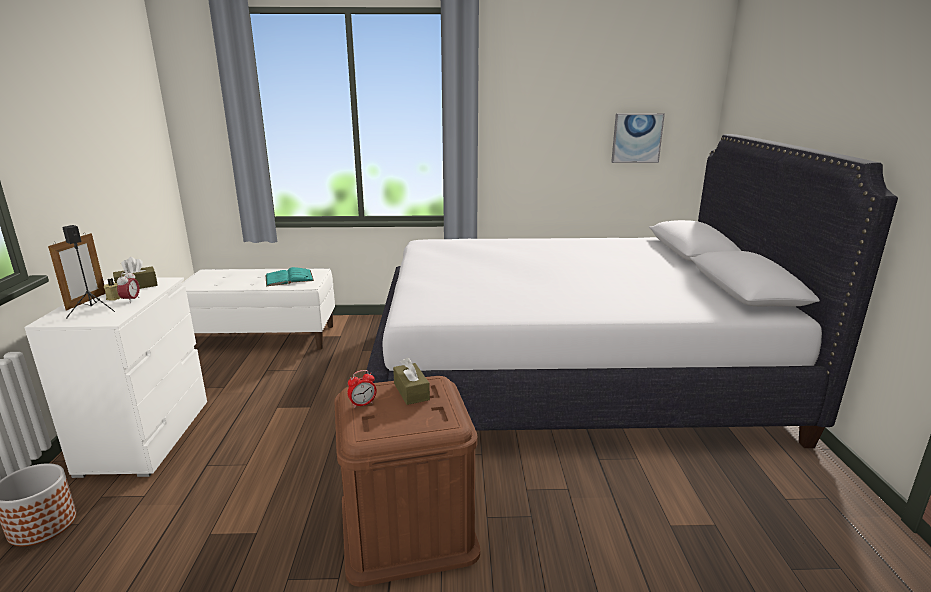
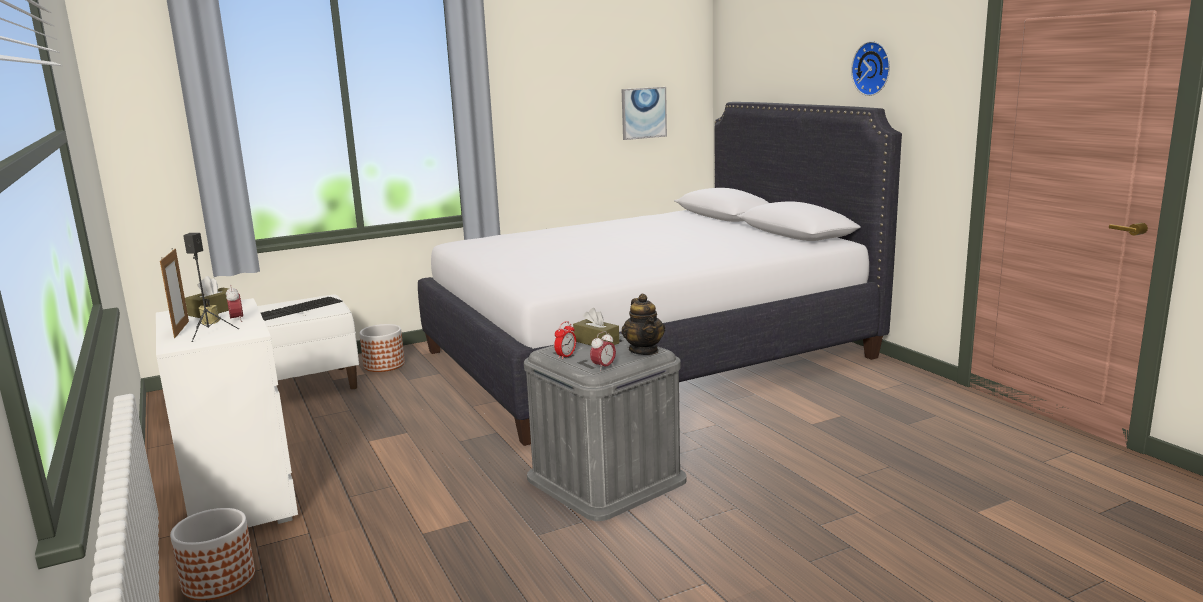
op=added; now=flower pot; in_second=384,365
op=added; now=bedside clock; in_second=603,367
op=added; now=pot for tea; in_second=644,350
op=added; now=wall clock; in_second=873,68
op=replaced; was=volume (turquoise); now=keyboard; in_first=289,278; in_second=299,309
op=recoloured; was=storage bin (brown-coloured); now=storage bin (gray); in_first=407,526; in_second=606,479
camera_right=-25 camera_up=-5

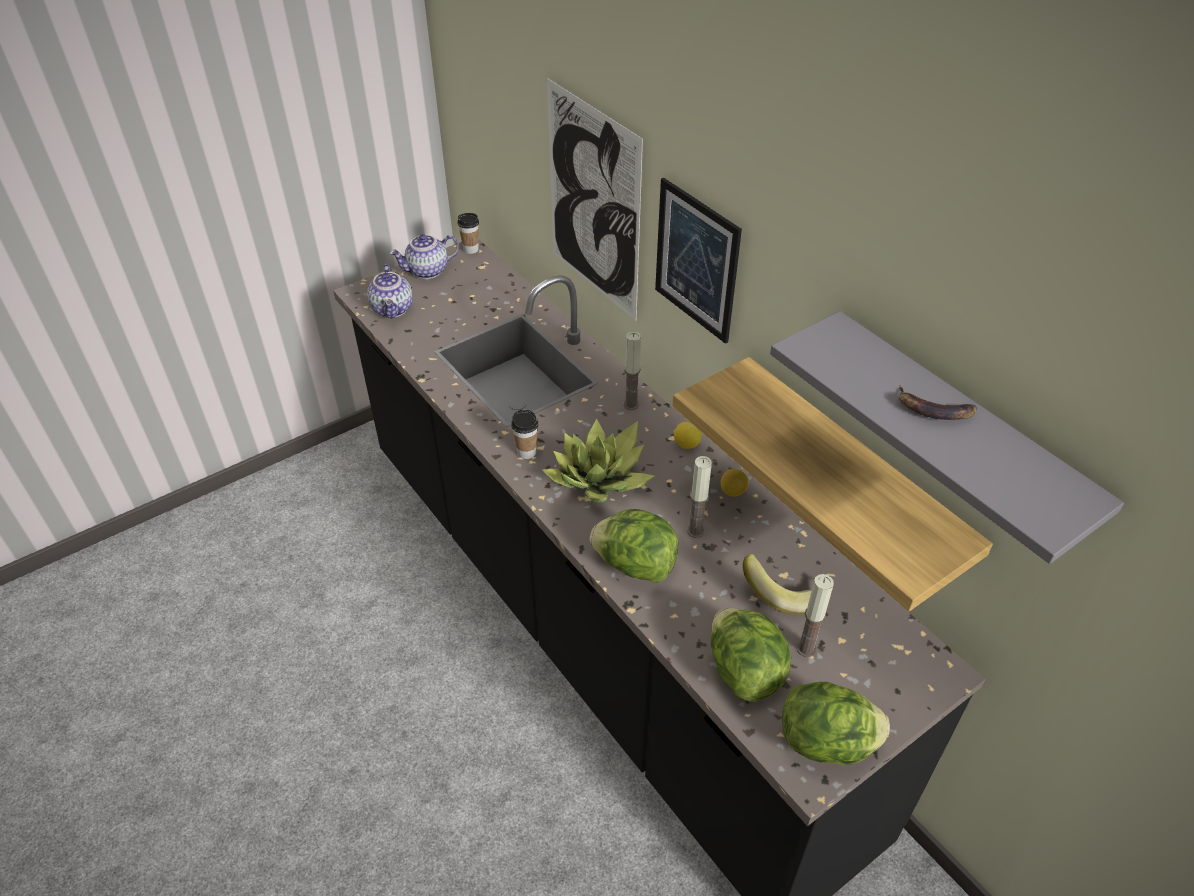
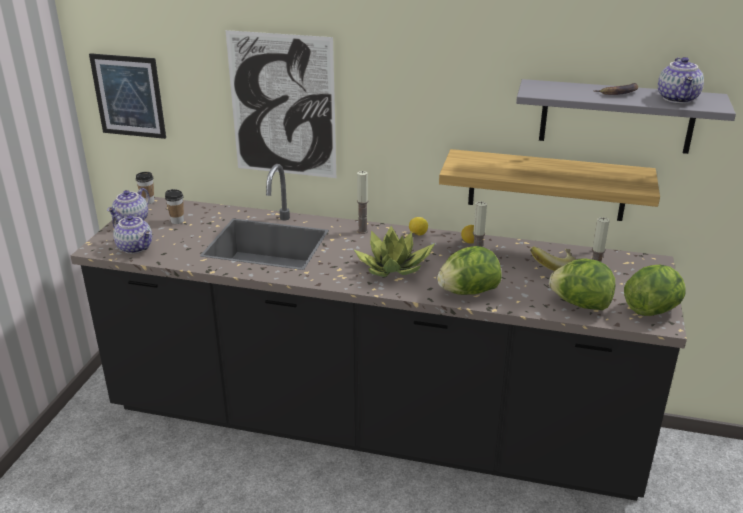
op=added; now=pot for tea; in_second=678,99
op=moved; was=cup; in_first=526,452; in_second=177,221
op=moved; was=wall art; in_first=696,261; in_second=128,96
camera_right=-40 camera_up=-15

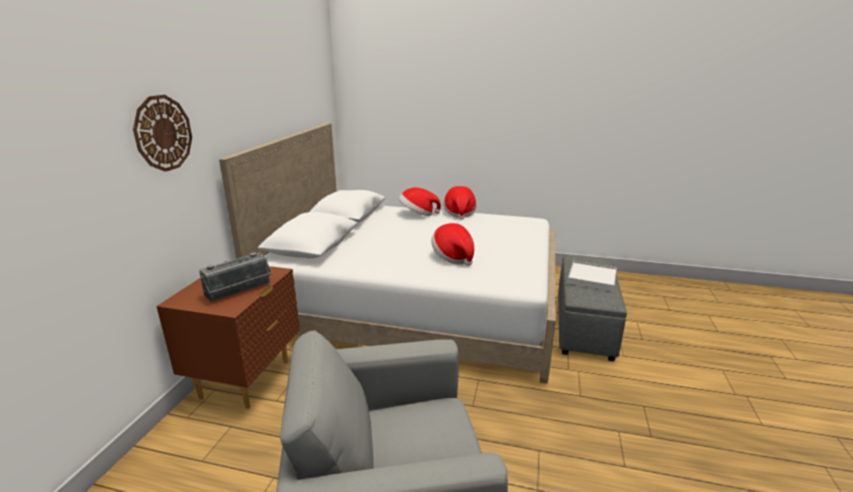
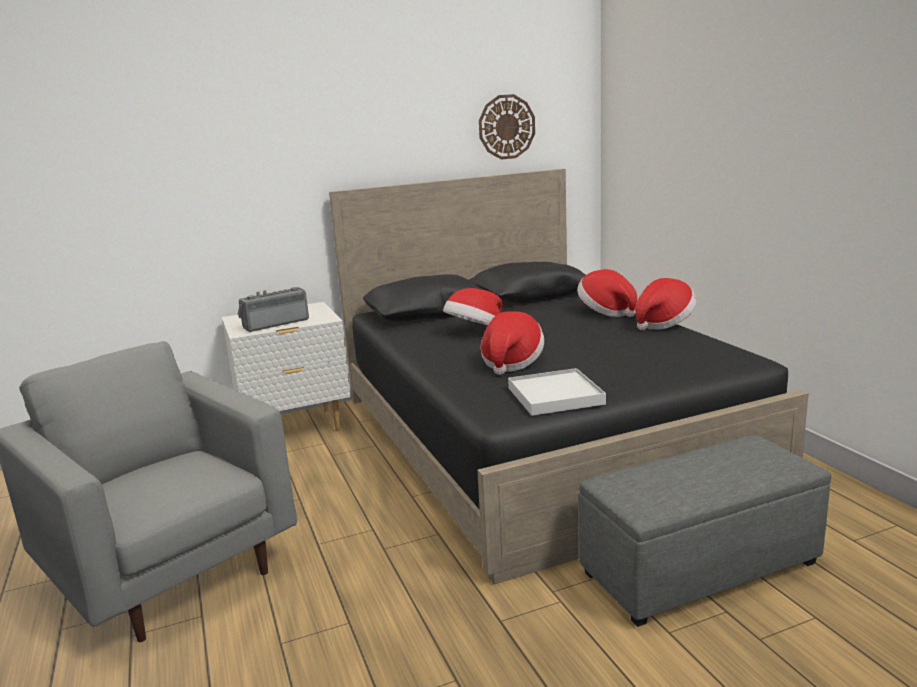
op=added; now=hat; in_second=475,331
op=moved; was=wall clock; in_first=163,133; in_second=506,127
op=moved; was=tray (white-coloured); in_first=592,278; in_second=555,396
op=recoloured; was=night table (brown-coloured); now=night table (white-coloured); in_first=247,379; in_second=295,428
op=recoloured; was=bed (white-coloured); now=bed (blackish); in_first=417,304; in_second=539,438
op=turned; was=radio; in_first=239,291; in_second=275,323; clockwise=135
camera_right=55 camera_up=-5

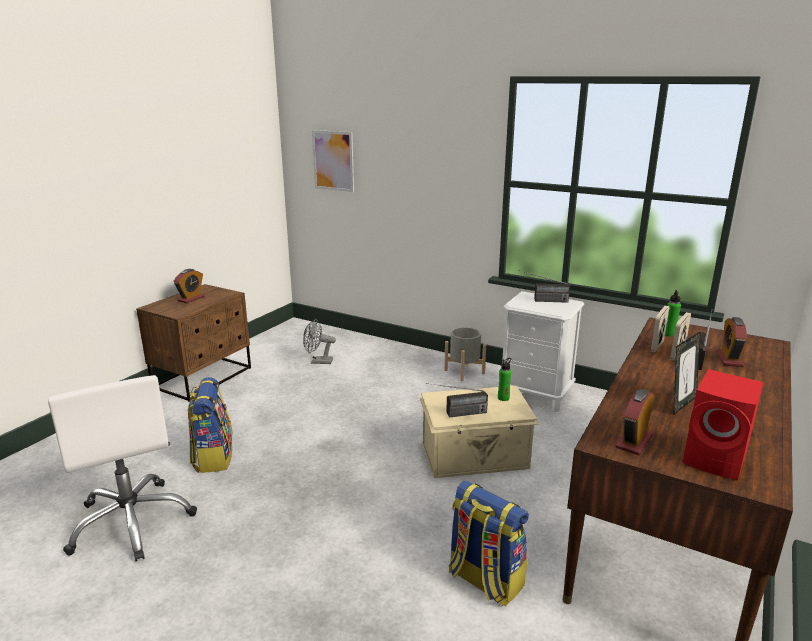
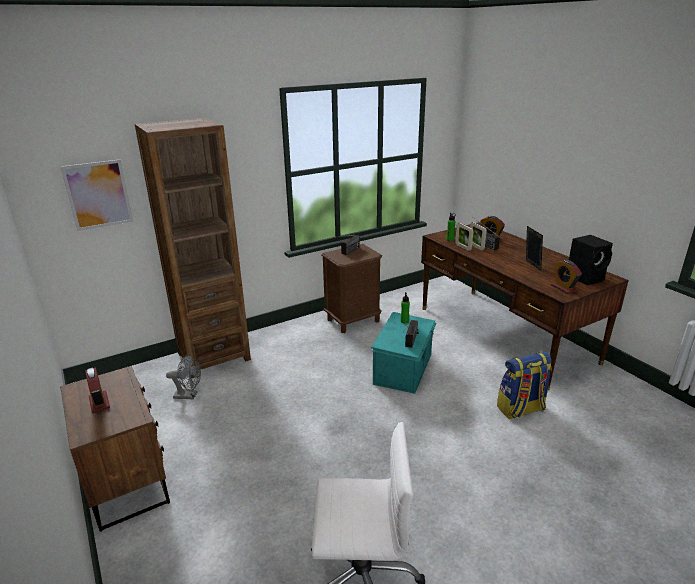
op=removed; was=backpack; in_first=213,457
op=removed; was=flower pot (gray); in_first=464,372
op=added; now=bookshelf (brown-coloured); in_second=214,356
op=recoloured; was=storage bin (sand-coloured); now=storage bin (turquoise); in_first=475,457; in_second=404,369
op=recoloured; was=night table (white-coloured); now=night table (brown-coloured); in_first=536,395; in_second=353,320
op=recoloured; was=loudspeaker (reddish); now=loudspeaker (blackish); in_first=717,460; in_second=586,277
op=turned; was=fan (gray); in_first=318,361; in_second=189,395; clockwise=-120
camera_right=-60 camera_up=5

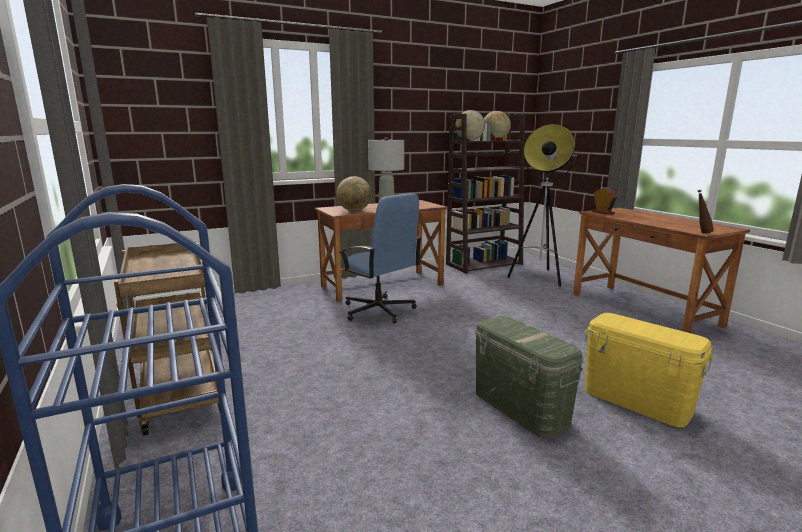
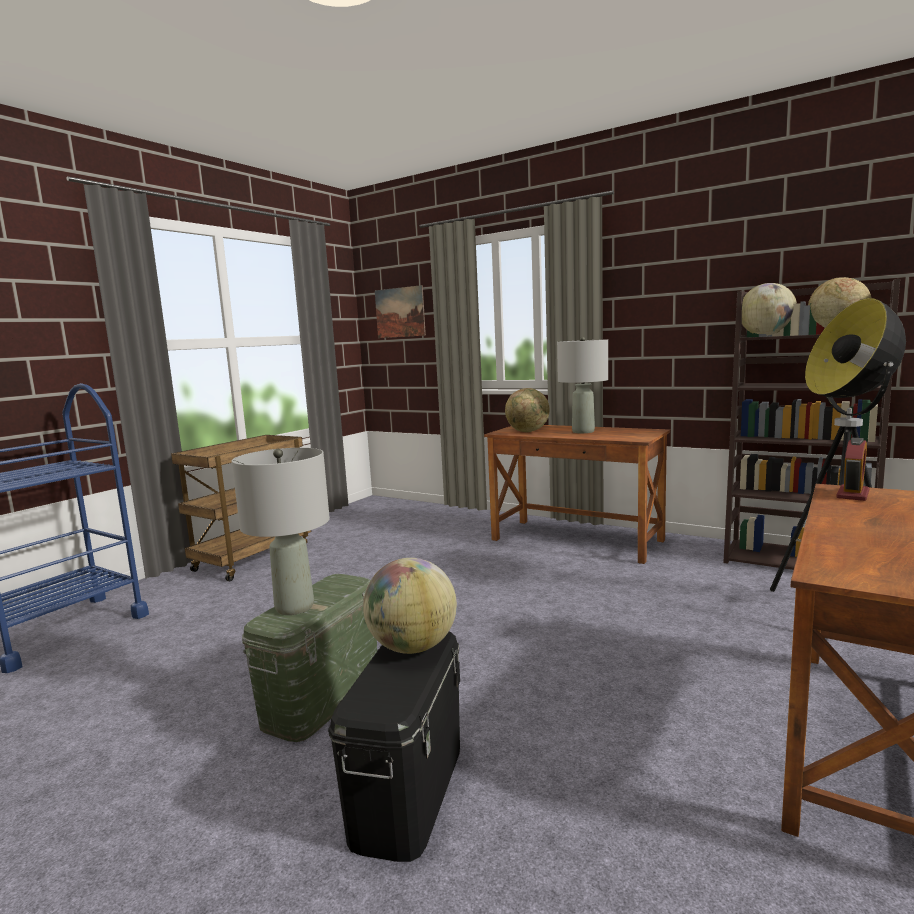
op=removed; was=office chair (blue-coloured); in_first=379,311
op=removed; was=drink bottle (brown-coloured); in_first=701,233
op=added; now=tabletop lamp (gray); in_second=294,607
op=added; now=desk globe; in_second=412,647
op=added; now=wall art; in_second=400,312
op=recoloured; was=storage bin (yellow); now=storage bin (blackish); in_first=636,400; in_second=408,790
camera_right=60 camera_up=-5

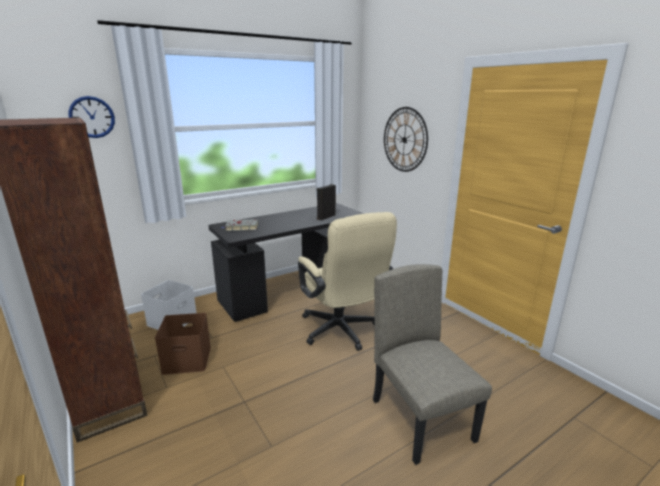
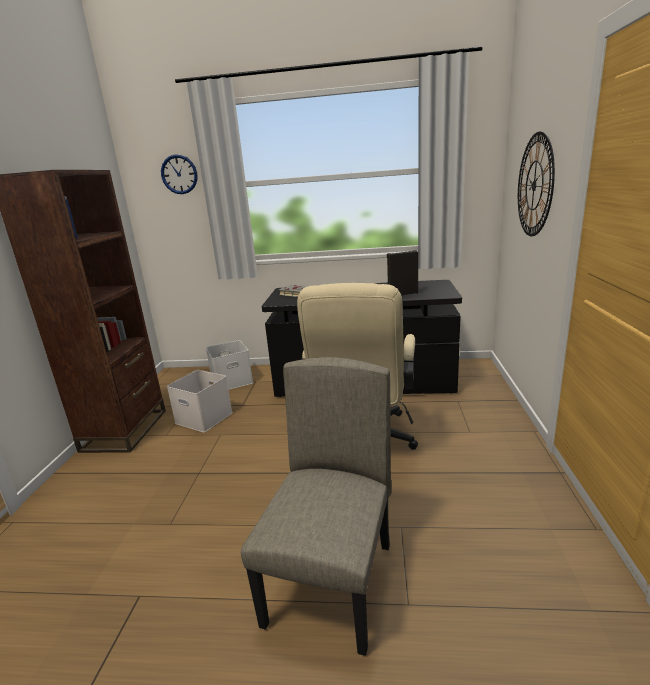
op=recoloured; was=storage bin (brown-coloured); now=storage bin (white-coloured); in_first=188,359; in_second=205,417
camera_right=40 camera_up=0

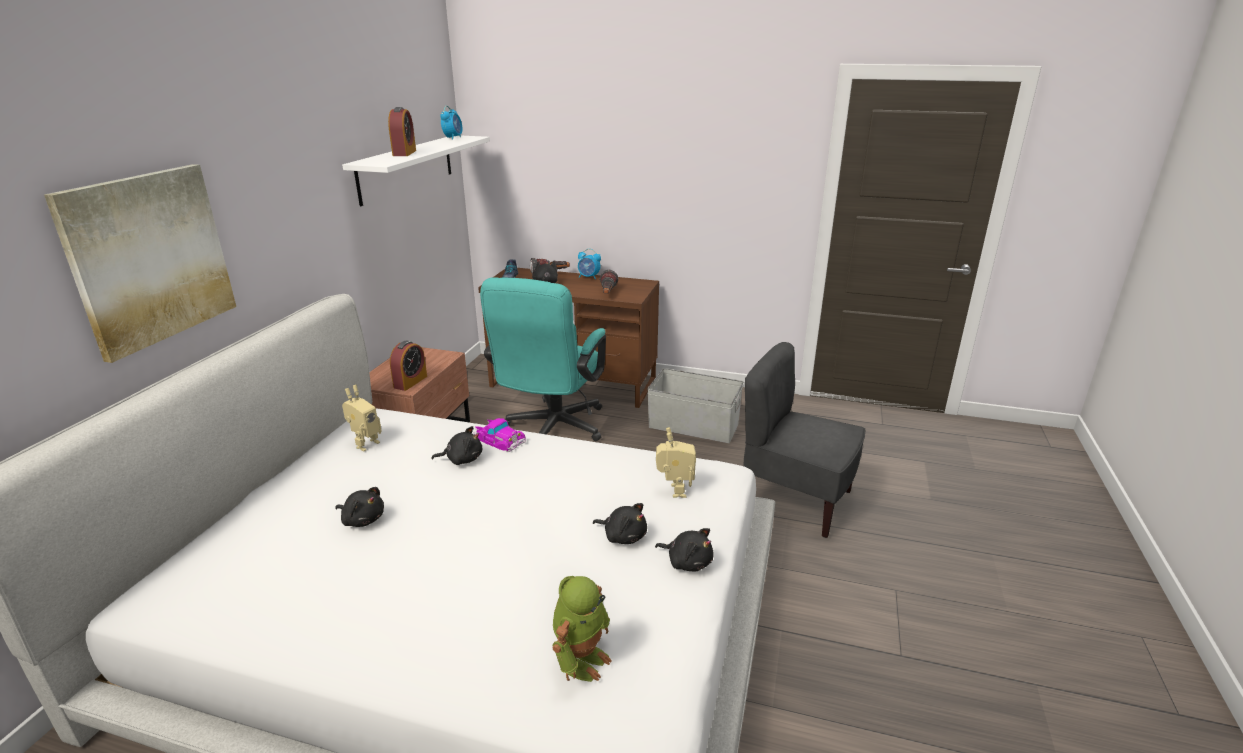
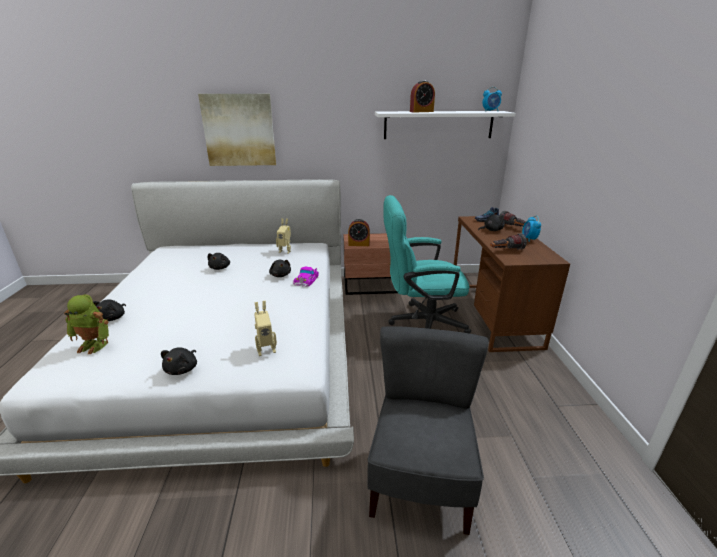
op=removed; was=storage bin (gray); in_first=693,426
op=moved; was=soft toy (blackish); in_first=623,536; in_second=113,318
camera_right=70 camera_up=0

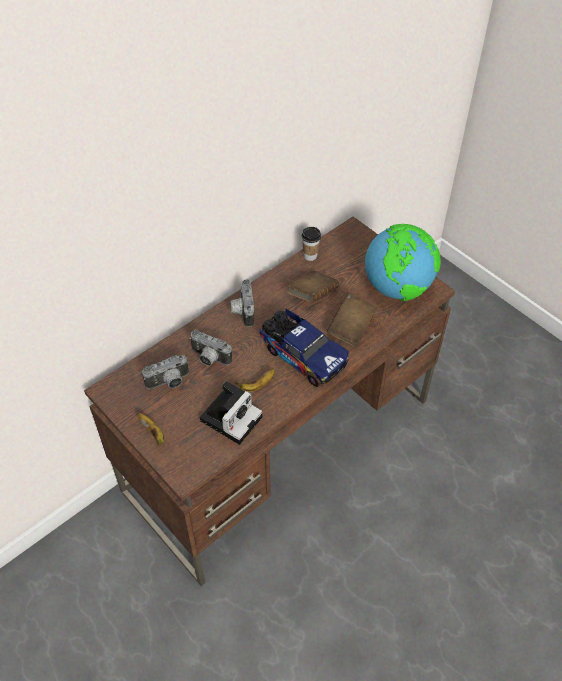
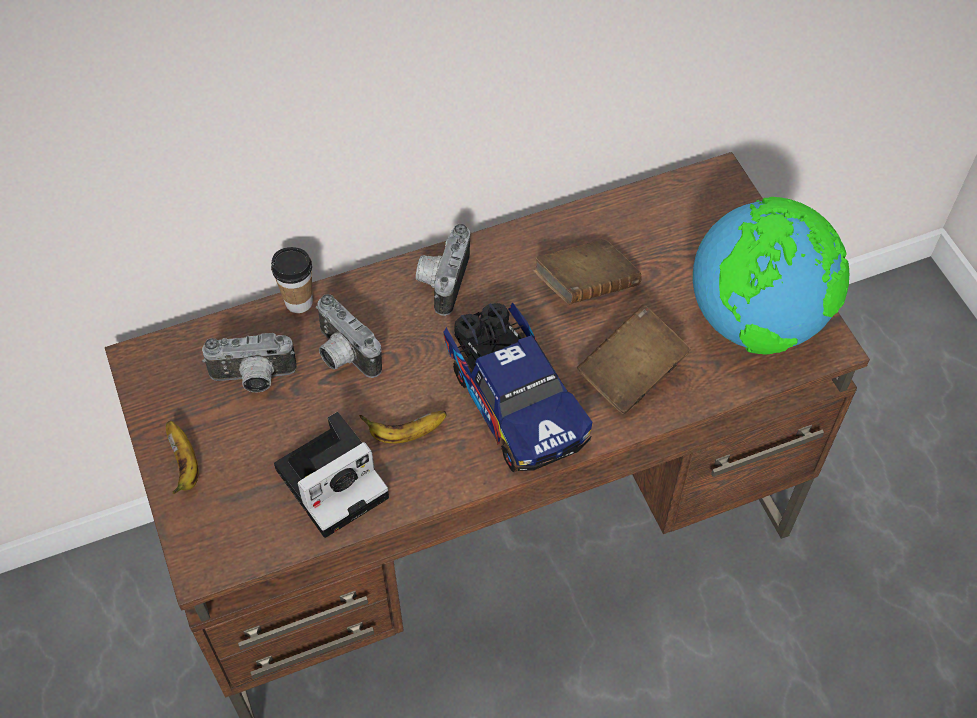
op=moved; was=cup; in_first=310,256; in_second=299,302
camera_right=20 camera_up=5

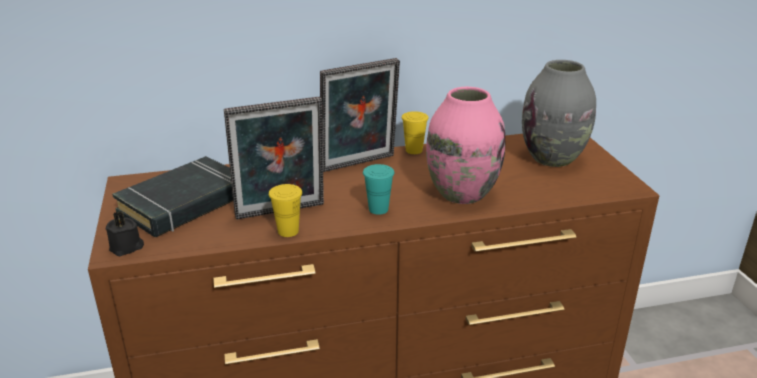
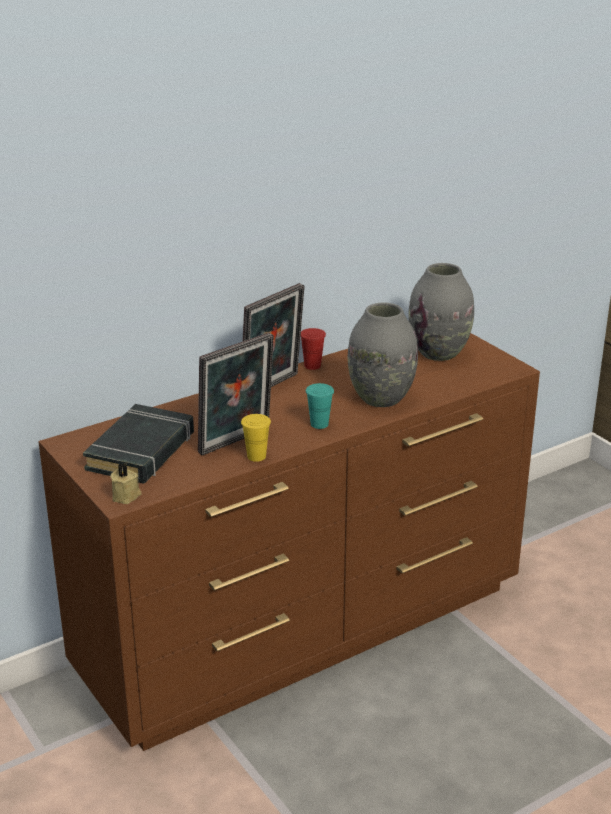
op=recoloured; was=wax candle (blackish); now=wax candle (sand-coloured); in_first=127,247; in_second=126,496
op=recoloured; was=cup (yellow); now=cup (reddish); in_first=414,150; in_second=312,366
op=recoloured; was=flower vase (pink-coloured); now=flower vase (gray); in_first=461,193; in_second=380,398
camera_right=-20 camera_up=0

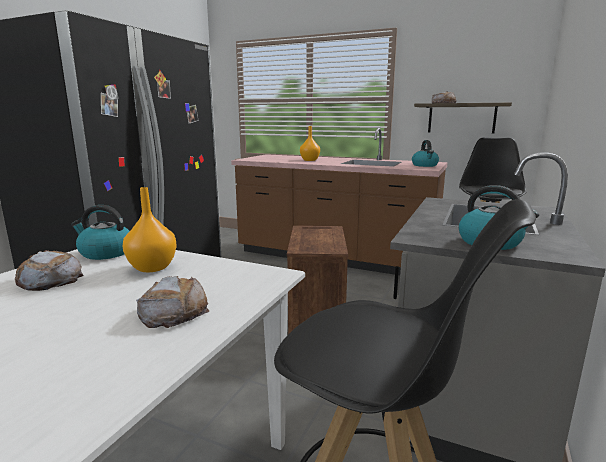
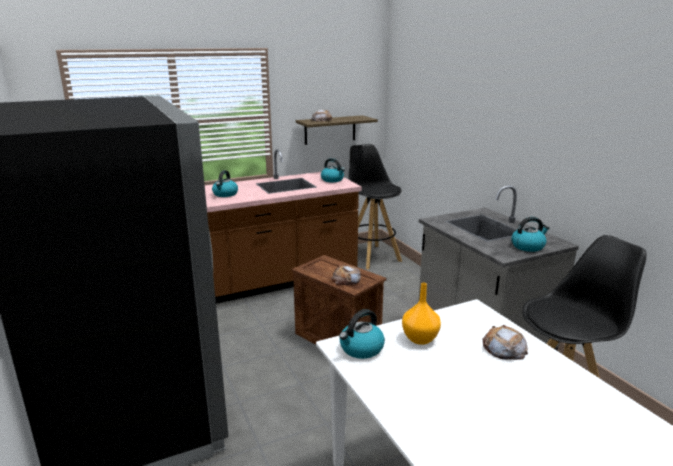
op=moved; was=bakery bread; in_first=50,279; in_second=346,279
op=replaced; was=flower vase (orange); now=water kettle; in_first=310,160; in_second=225,194
camera_right=-50 camera_up=5

